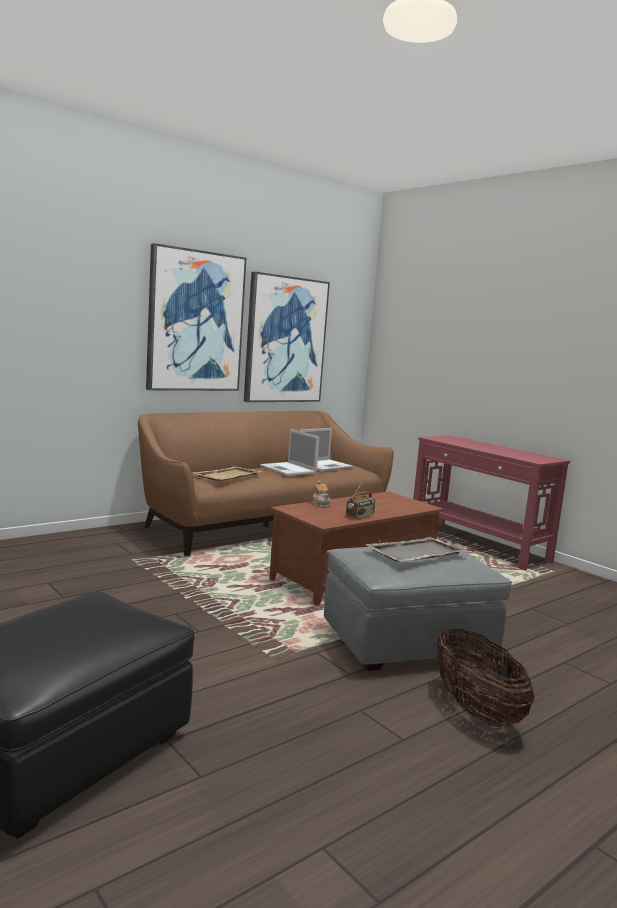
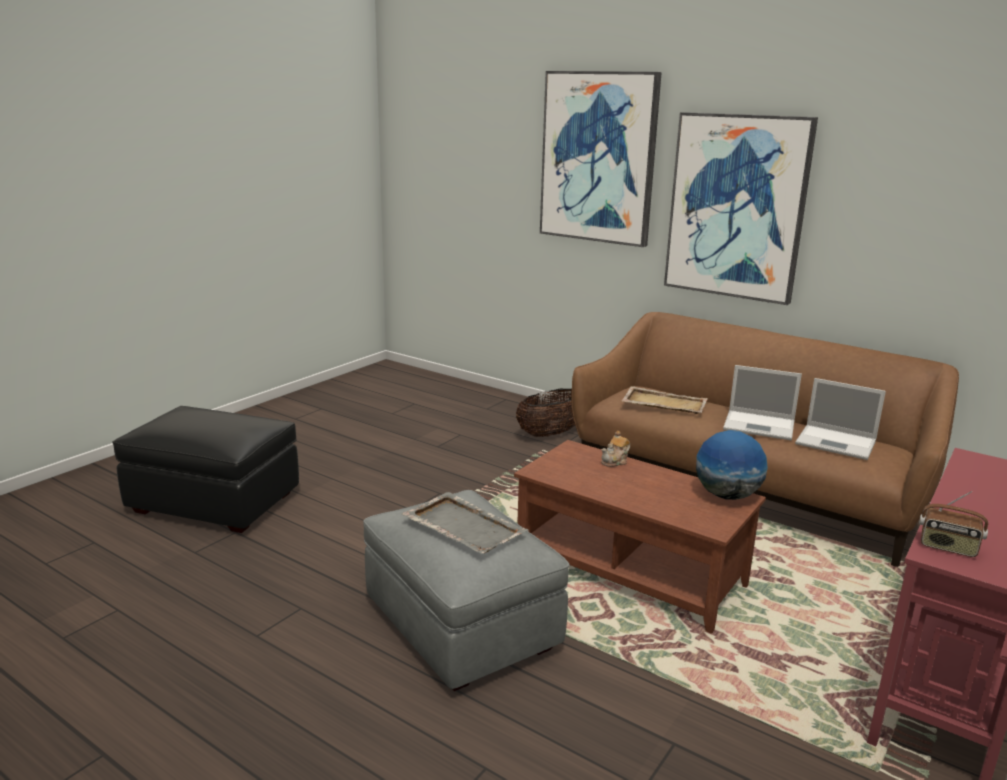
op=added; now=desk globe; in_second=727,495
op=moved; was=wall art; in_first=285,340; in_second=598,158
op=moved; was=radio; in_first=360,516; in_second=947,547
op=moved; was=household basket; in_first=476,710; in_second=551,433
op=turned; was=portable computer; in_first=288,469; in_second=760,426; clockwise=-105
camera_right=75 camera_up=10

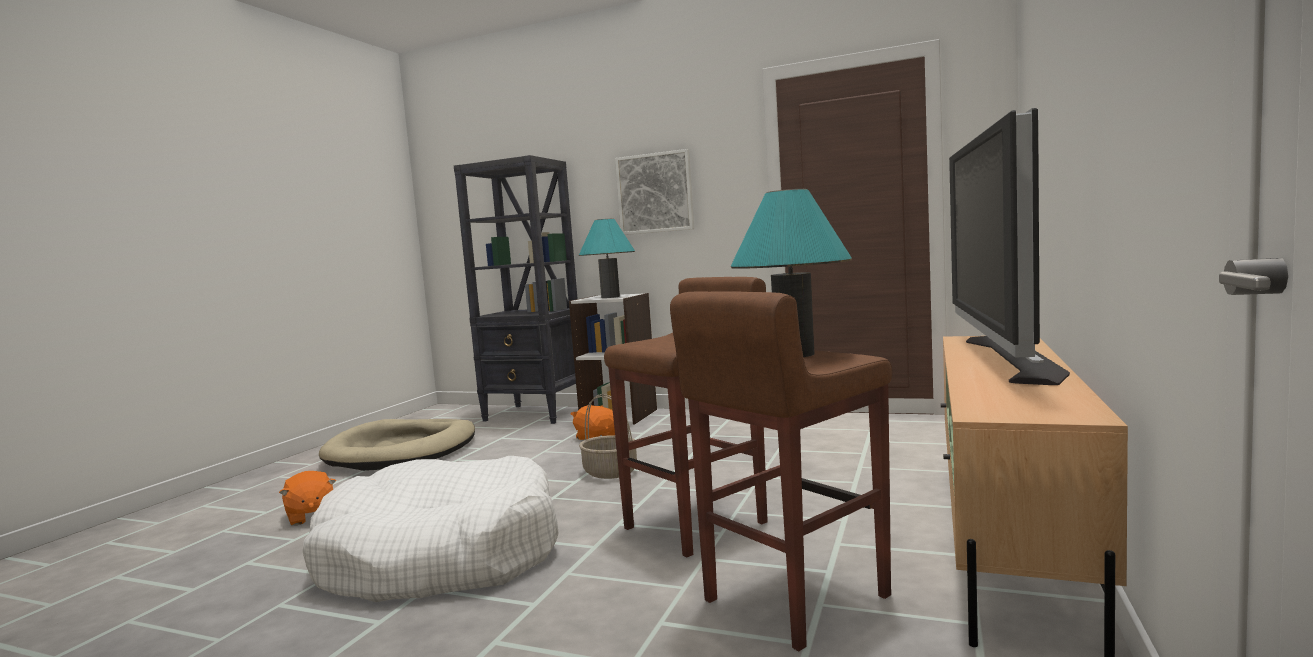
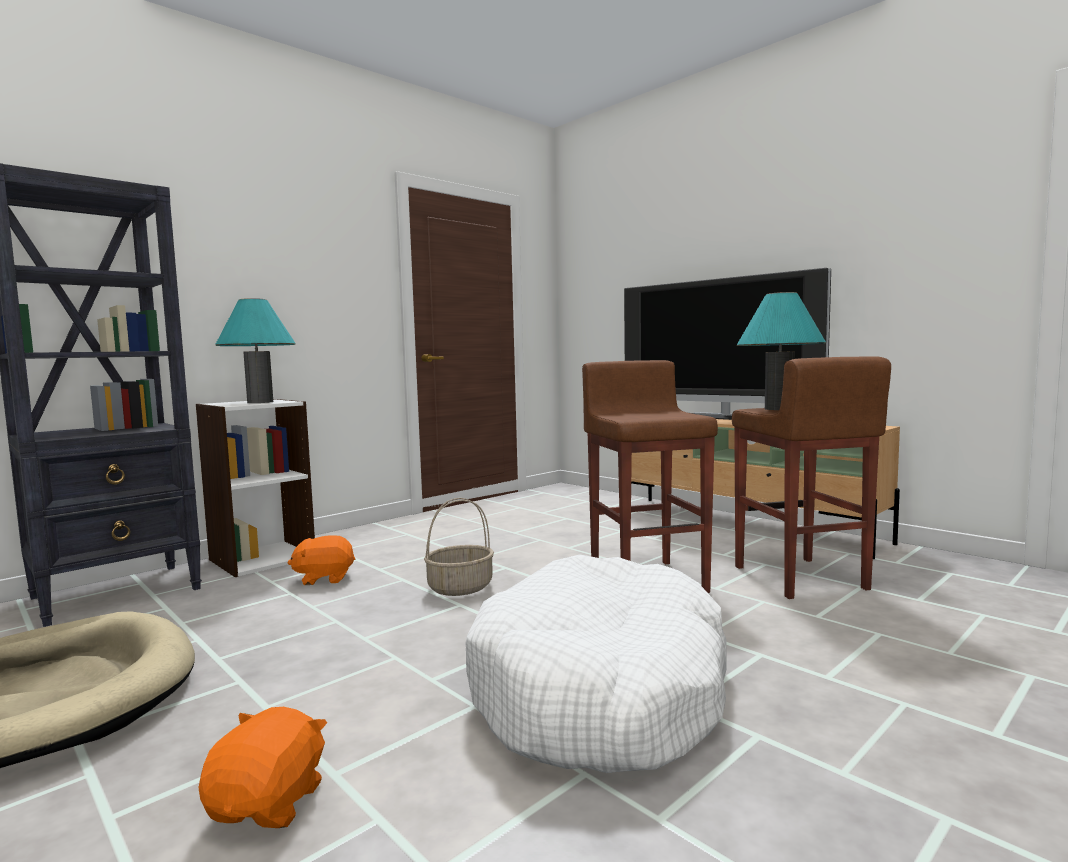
op=removed; was=wall art; in_first=655,193
op=turned; was=soft toy (orange); in_first=310,516; in_second=270,803; clockwise=-75
camera_right=-65 camera_up=0

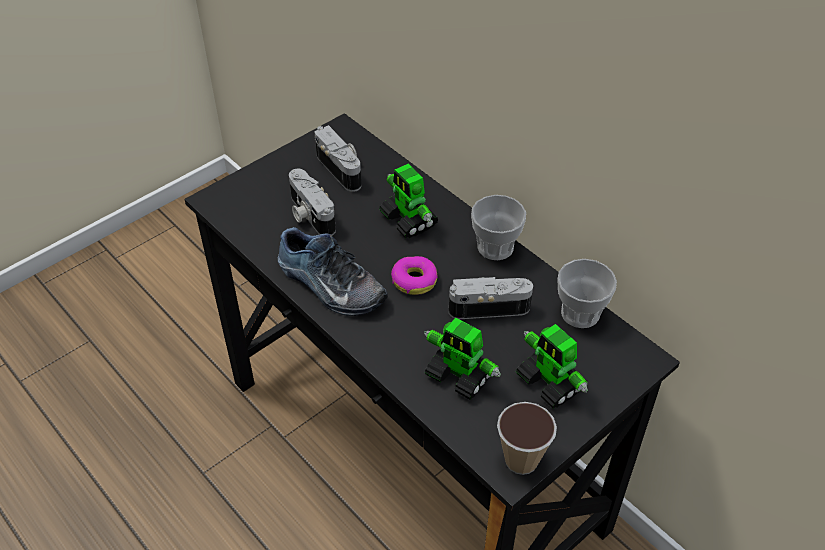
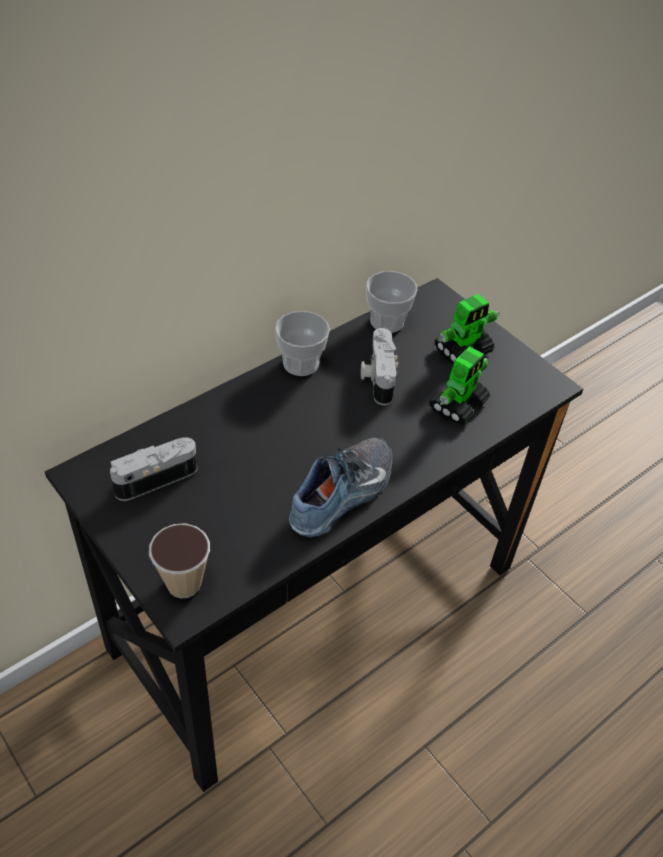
op=removed; was=photo camera; in_first=309,215
op=removed; was=model robot; in_first=408,220
op=removed; was=doughnut; in_first=414,280
op=moved; was=cup; in_first=521,460; in_second=184,583
camera_right=-90 camera_up=0

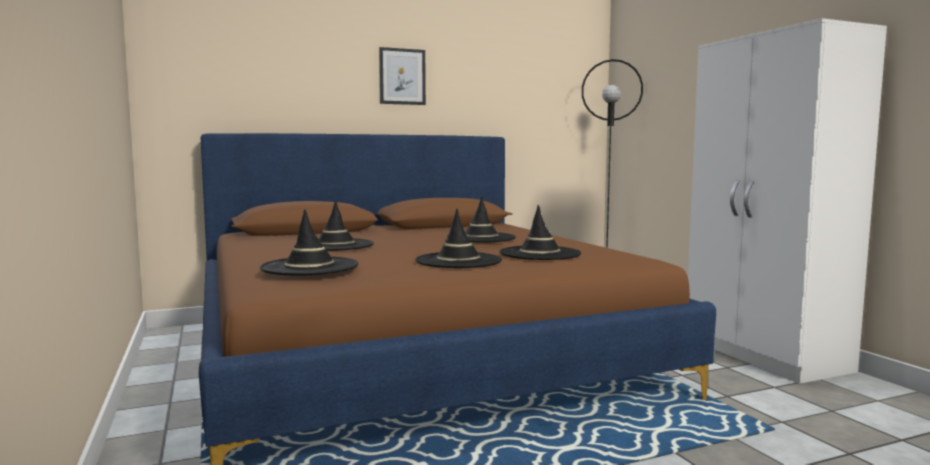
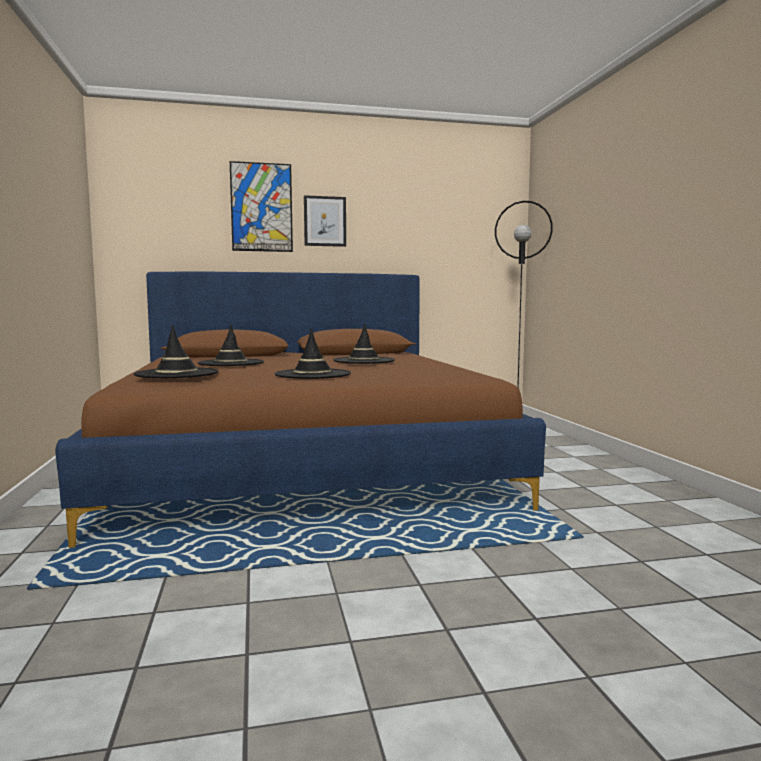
op=removed; was=hat (blackish); in_first=540,254
op=removed; was=clothes cupboard (white-coloured); in_first=765,355
op=added; now=wall art; in_second=261,207
camera_right=10 camera_up=0

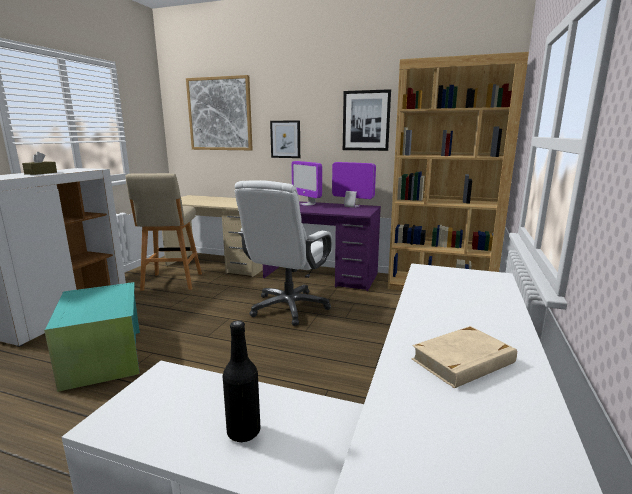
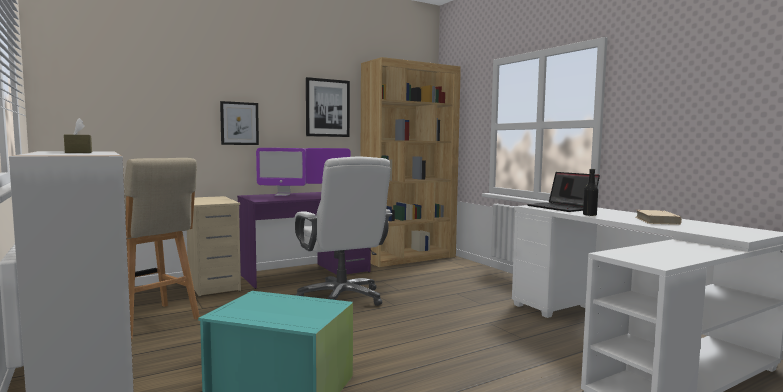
op=removed; was=wall art; in_first=220,114
op=added; now=portable computer; in_second=562,208
op=moved; was=drink bottle (blackish); in_first=243,431; in_second=589,215
camera_right=-50 camera_up=-10

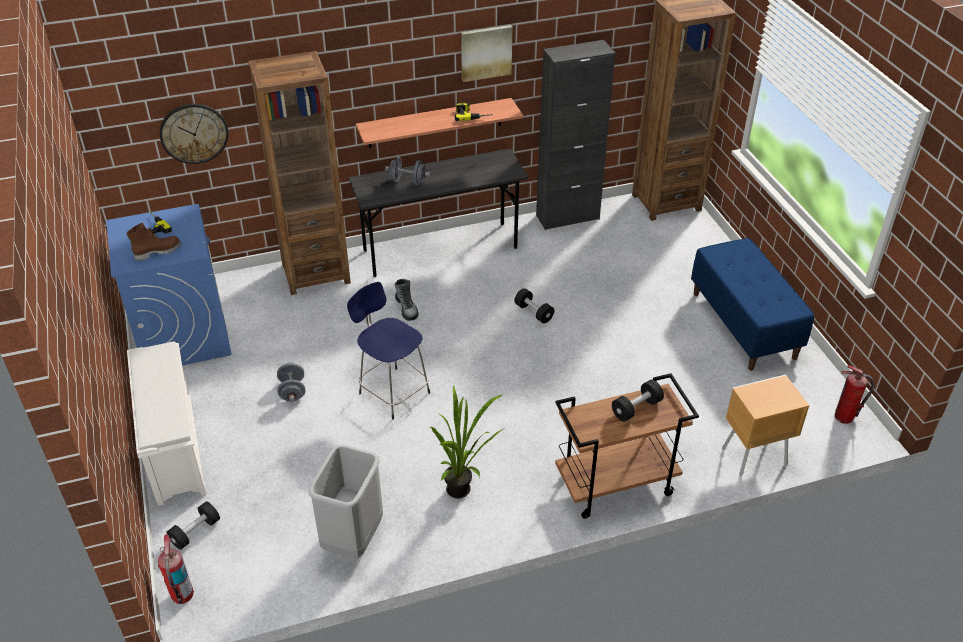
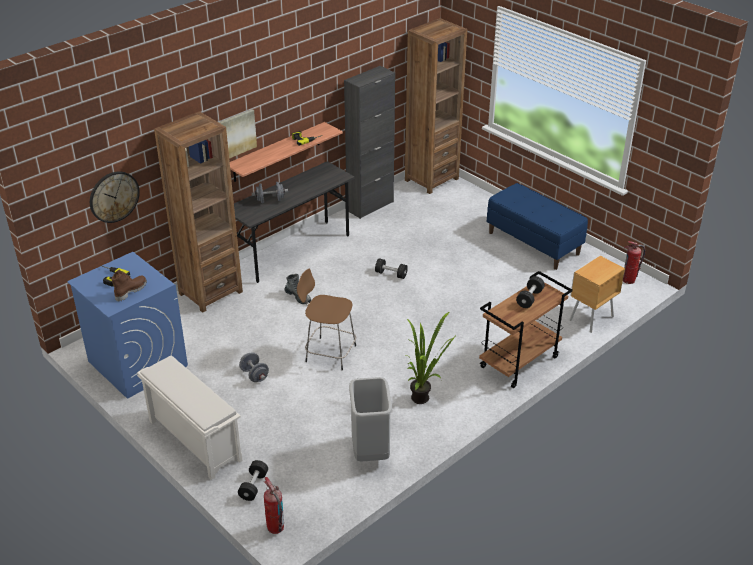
op=moved; was=wall art; in_first=486,52; in_second=236,134
op=recoloured; was=sitting stool (blue-coloured); now=sitting stool (brown-coloured); in_first=392,391; in_second=329,353
camera_right=-25 camera_up=-5

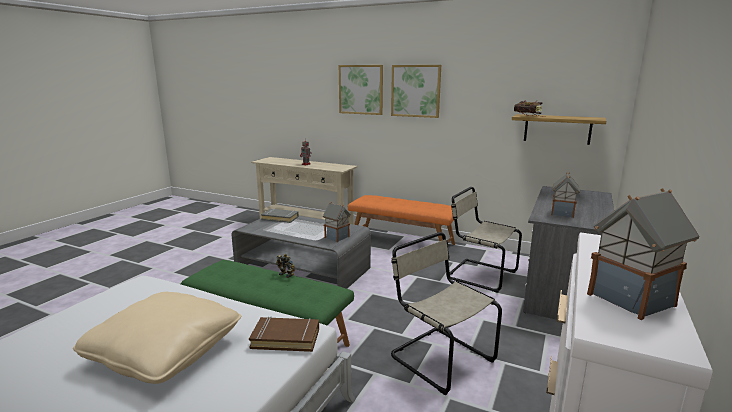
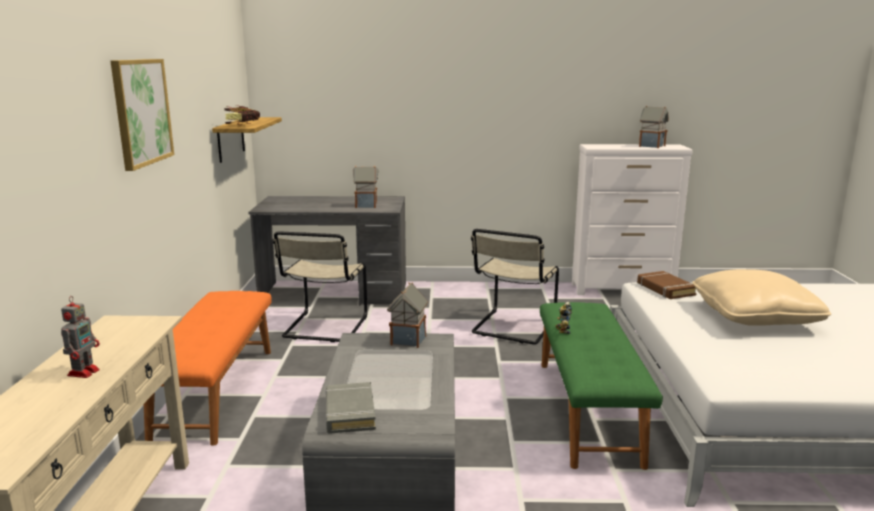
op=removed; was=wall art; in_first=361,89
camera_right=-115 camera_up=0

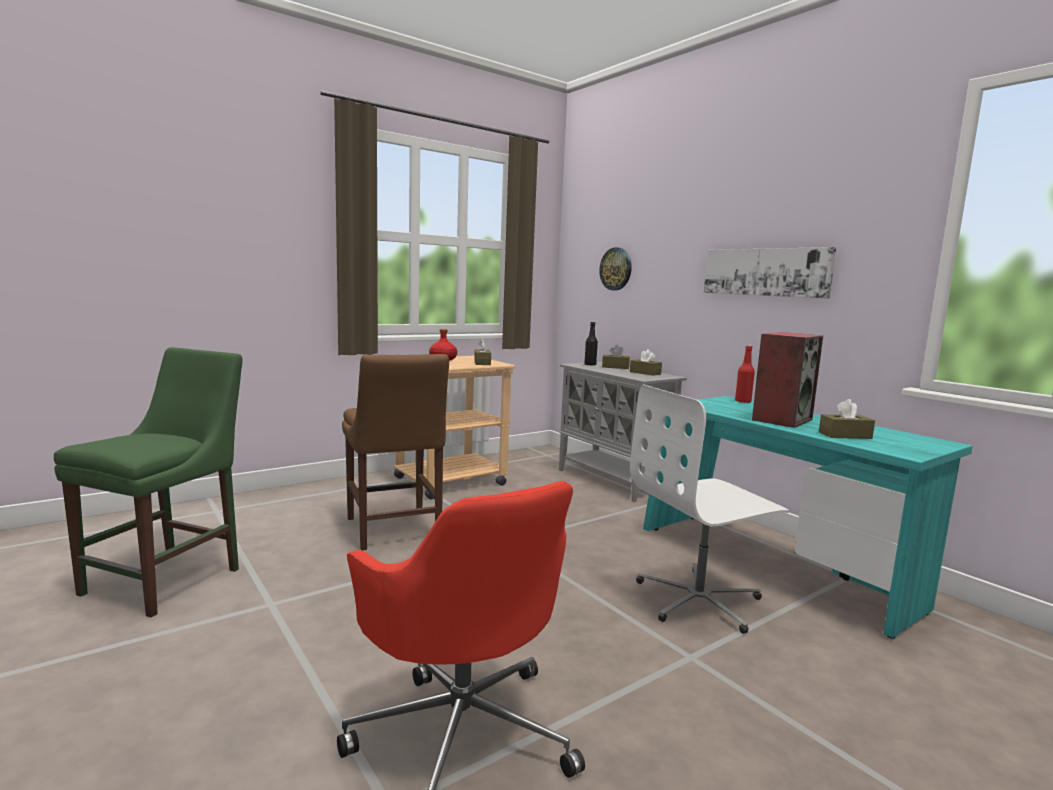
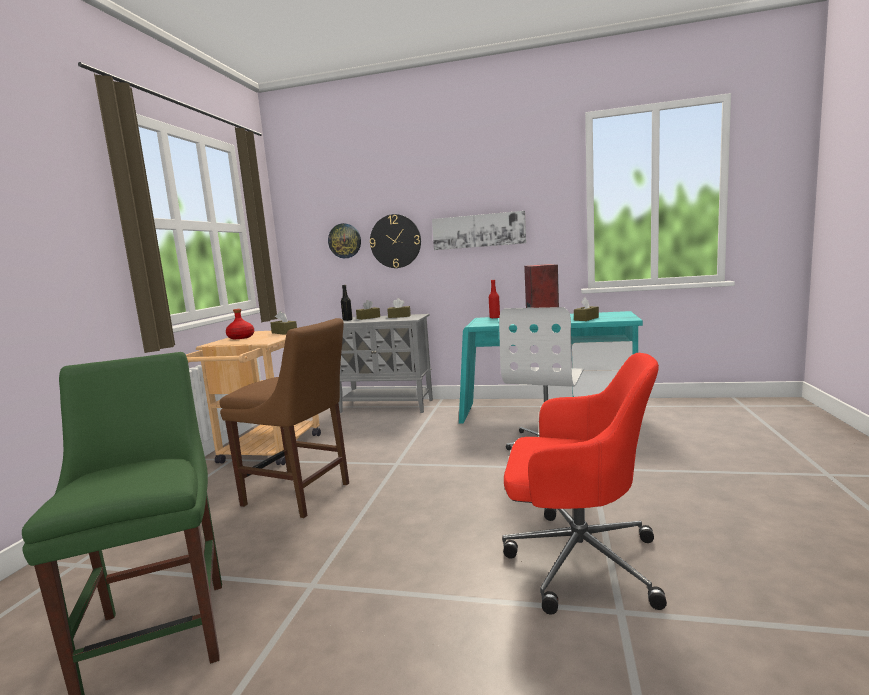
op=added; now=wall clock; in_second=395,241
camera_right=-40 camera_up=0

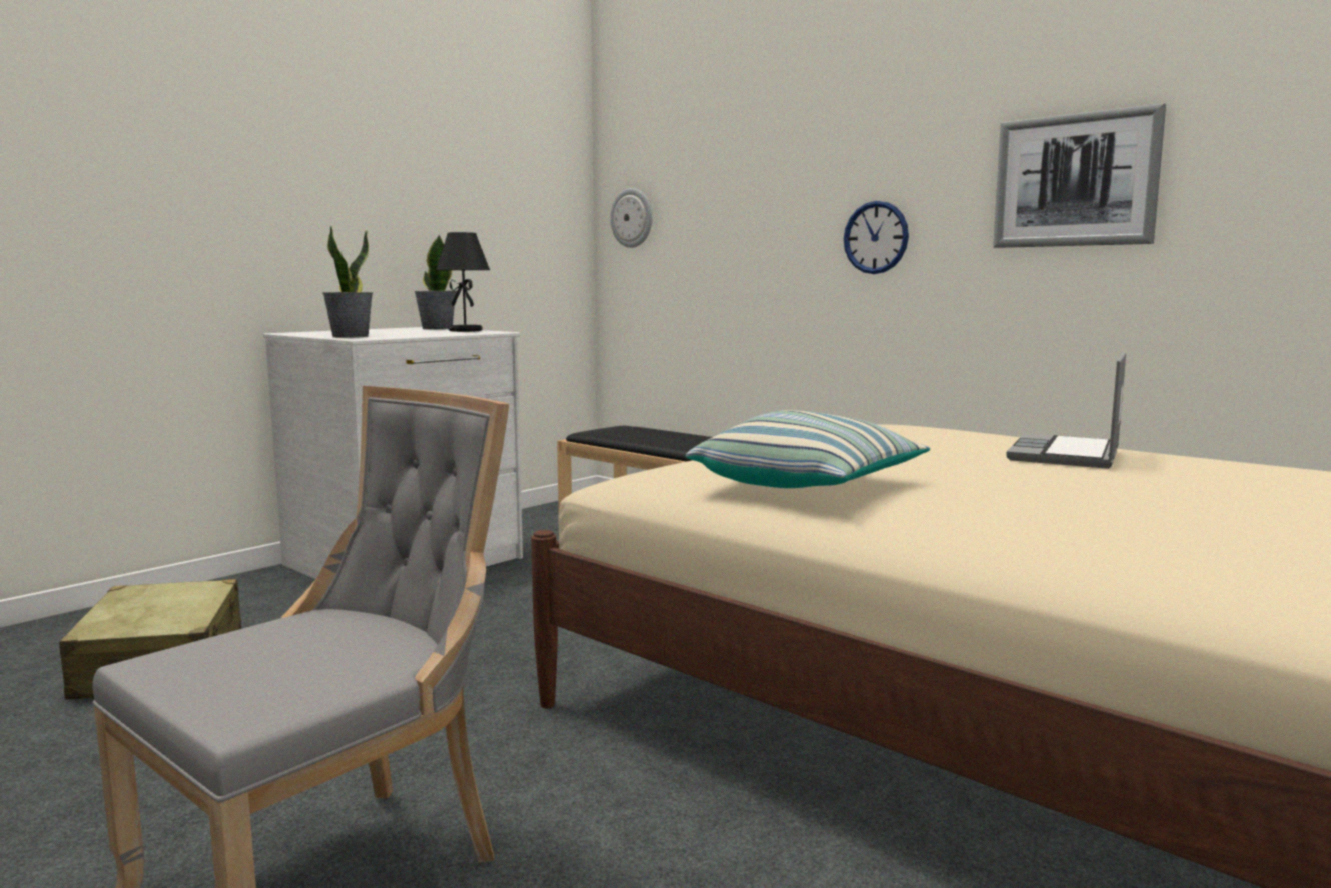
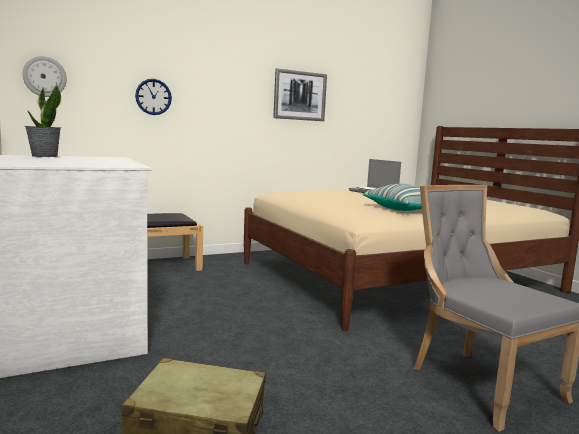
op=removed; was=plant in a pot; in_first=350,336
op=removed; was=tabletop lamp (blackish); in_first=466,330
op=moved; was=wall clock; in_first=876,237; in_second=153,97
camera_right=-70 camera_up=0

